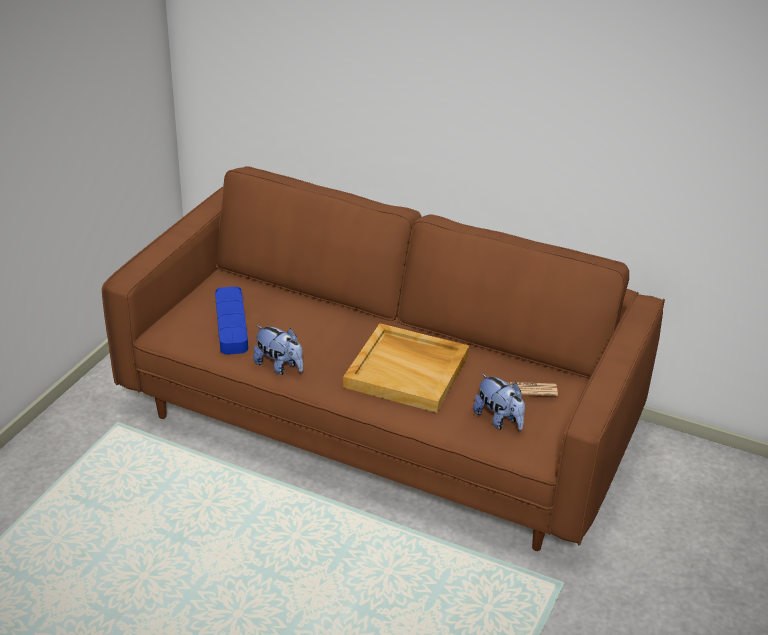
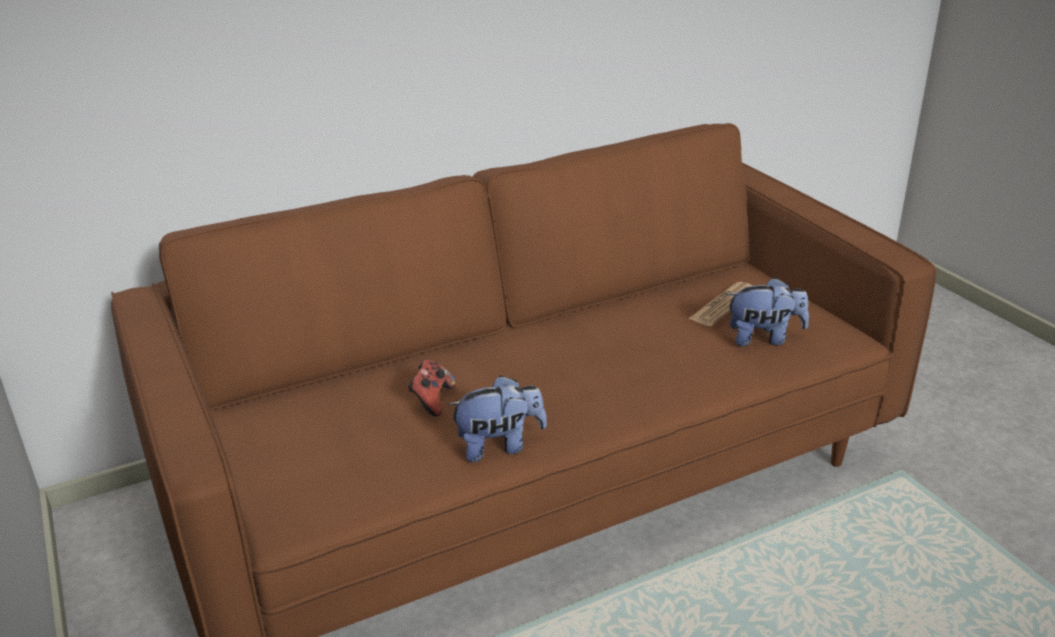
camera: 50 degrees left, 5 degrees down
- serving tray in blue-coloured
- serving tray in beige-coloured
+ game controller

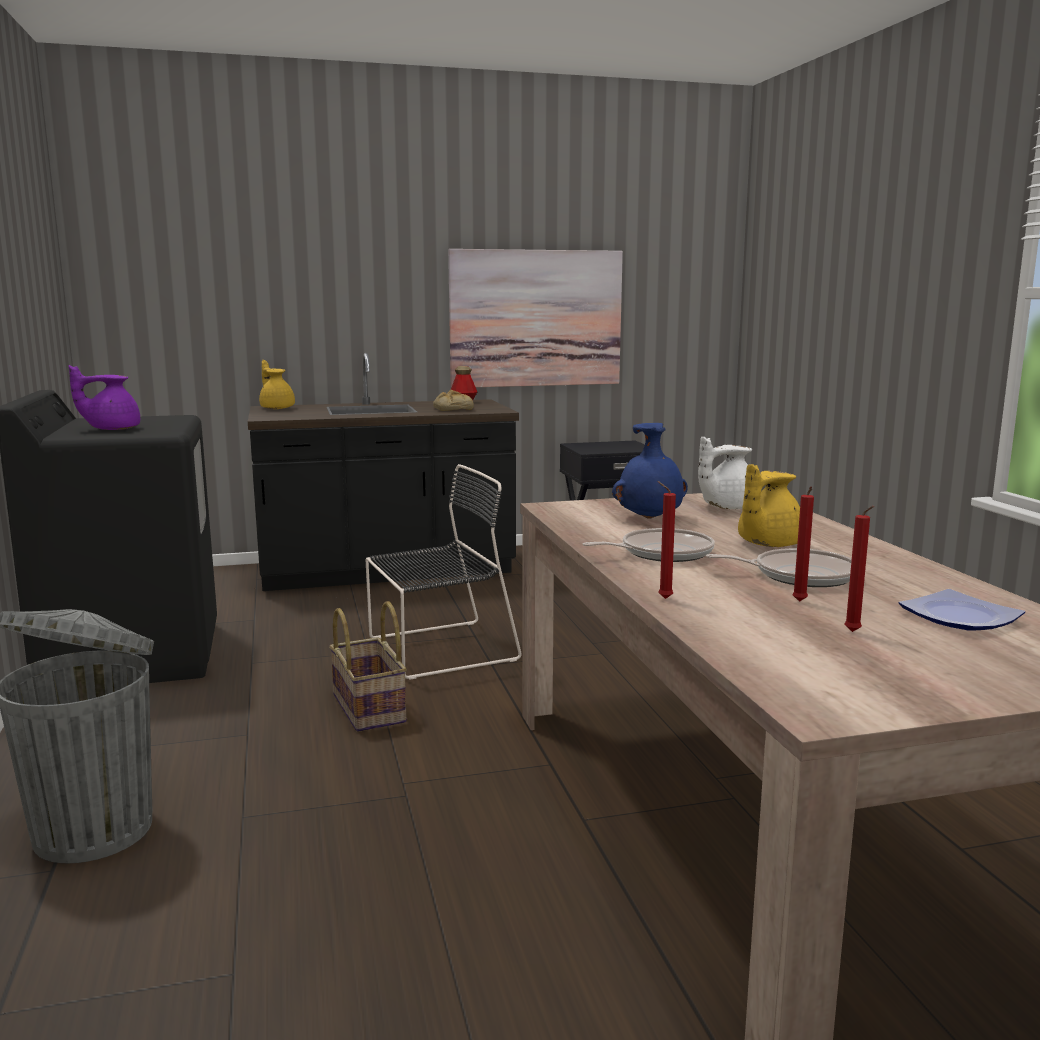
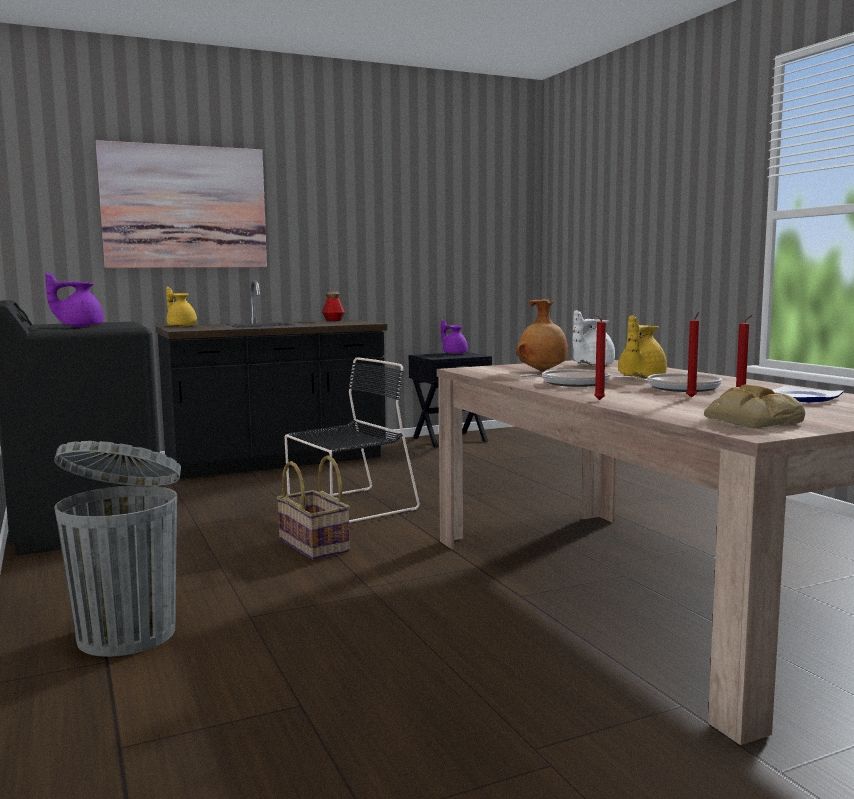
camera: 10 degrees left, 5 degrees down
~ picture
~ bakery bread
~ decorative vase in blue-coloured to decorative vase in brown
+ pot for tea in purple (2nd from left)

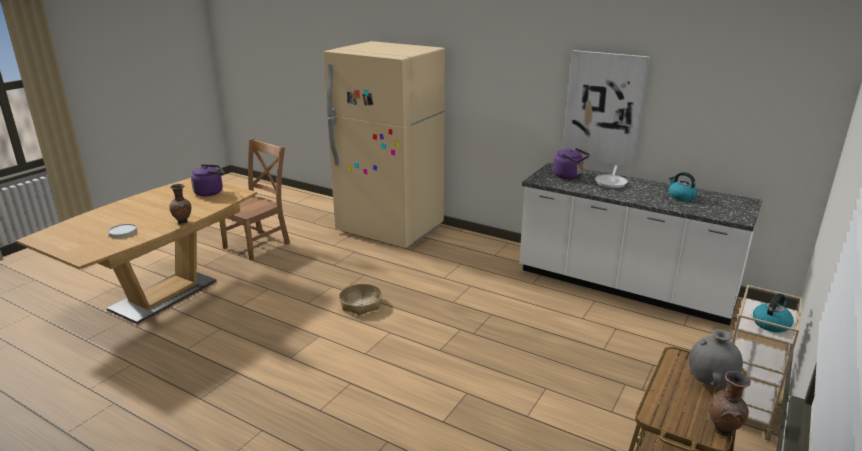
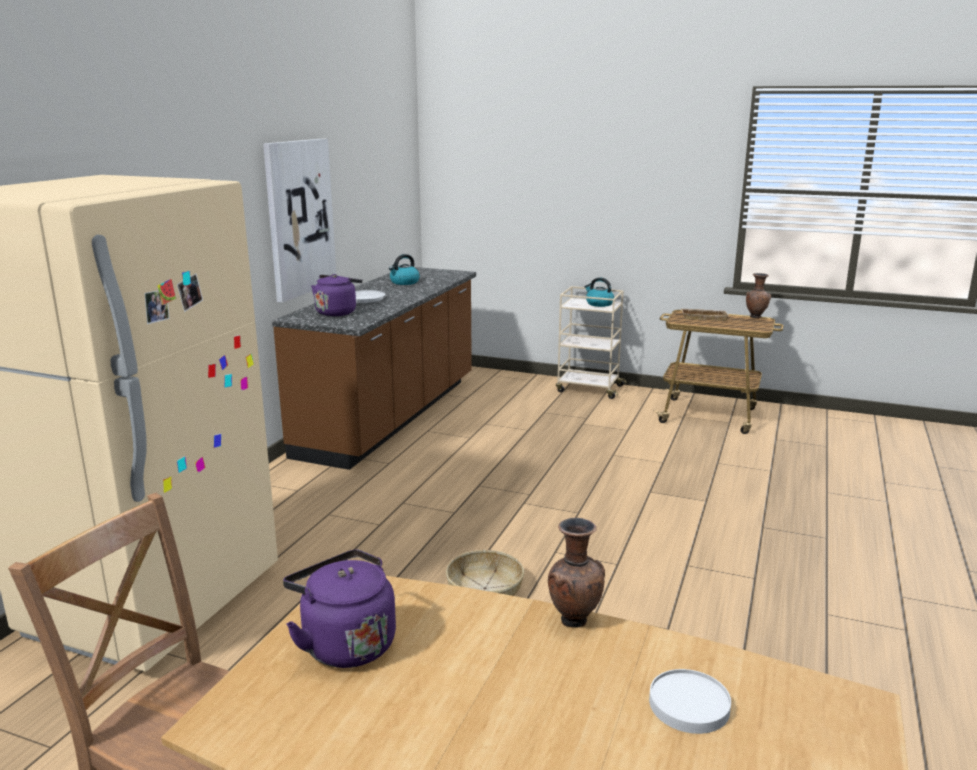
camera: 100 degrees left, 5 degrees down
~ kitchen counter in white-coloured to kitchen counter in brown
~ decorative vase in gray to serving tray in beige-coloured

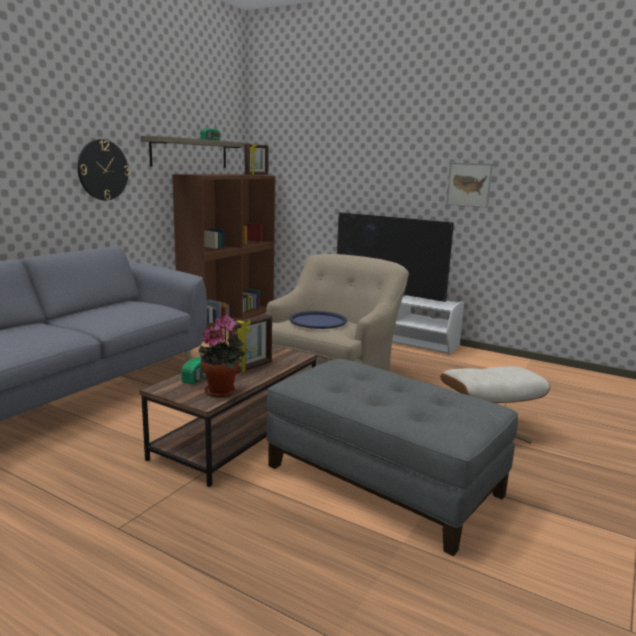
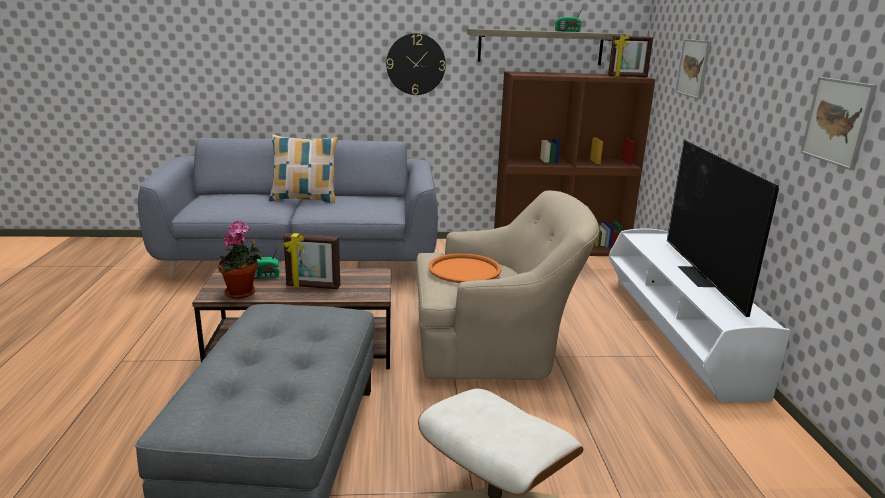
camera: 55 degrees right, 5 degrees up
~ serving tray in blue-coloured to serving tray in orange-coloured
+ picture (1st from left)
+ cushion

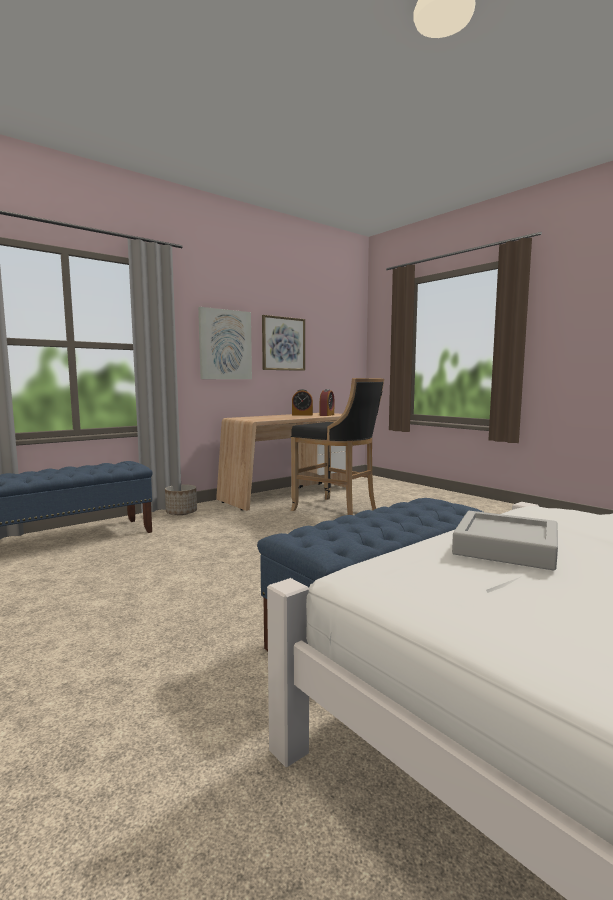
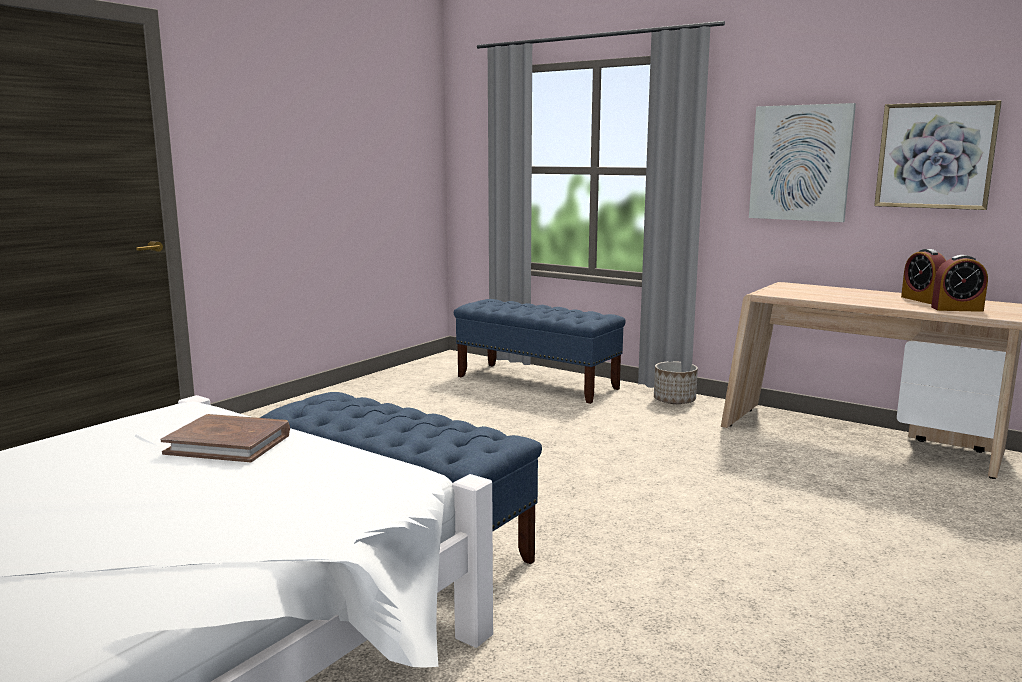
camera: 75 degrees right, 5 degrees up
- stool seat in black-coloured
~ serving tray in gray to volume in brown

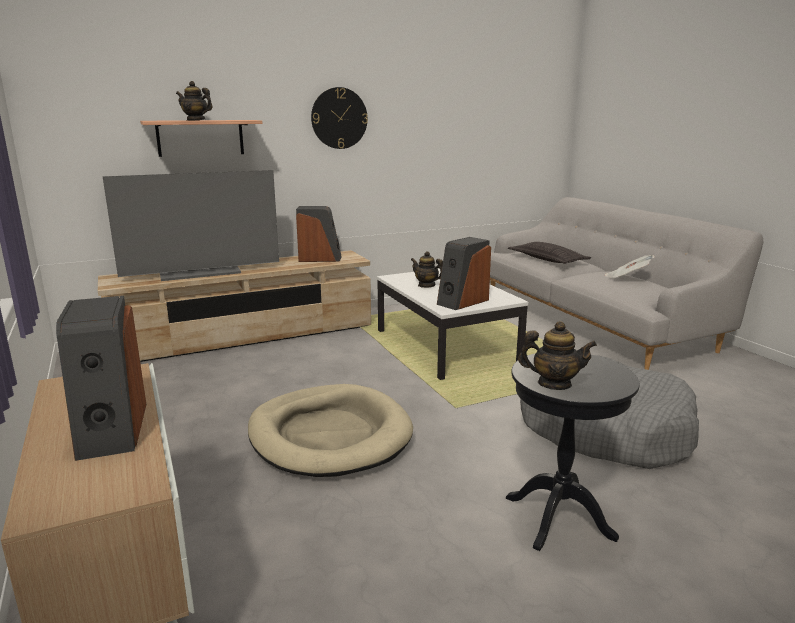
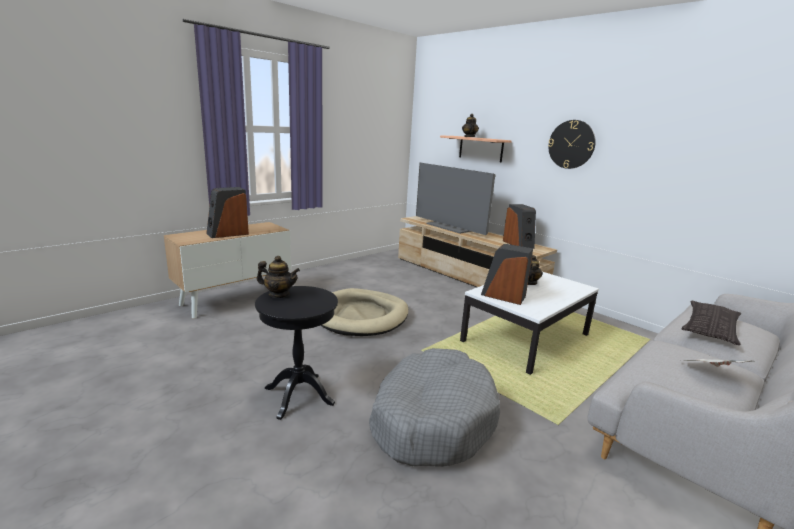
camera: 70 degrees right, 0 degrees up
~ pot for tea (3rd from left in the first image) 75 degrees counterclockwise

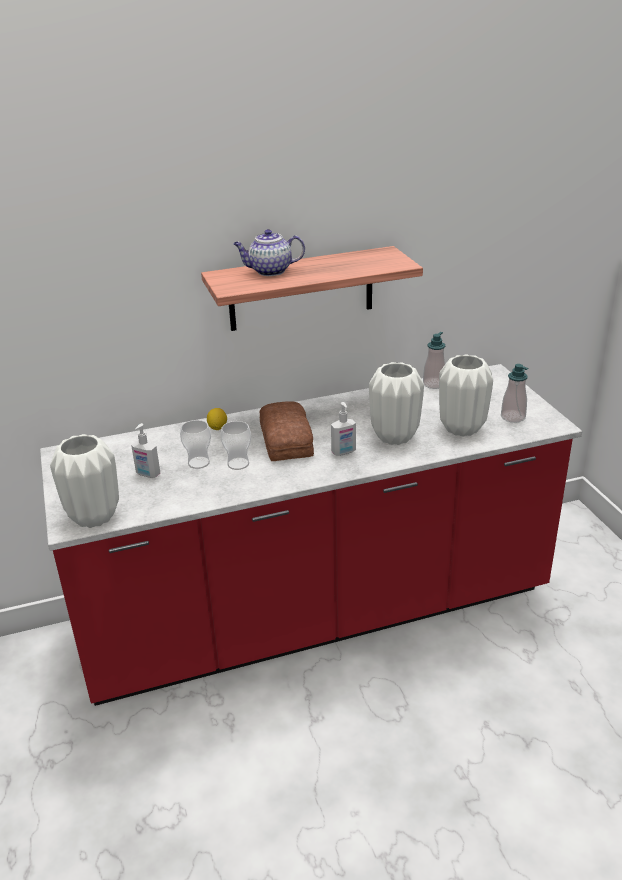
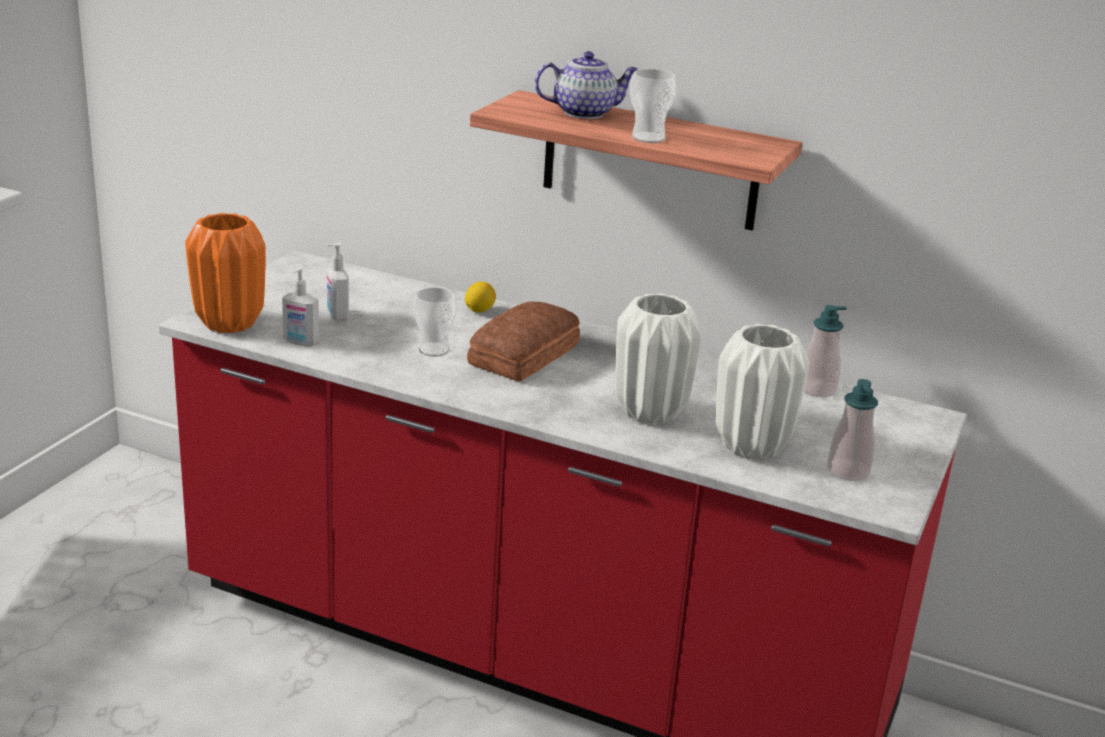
camera: 40 degrees right, 5 degrees down
~ pot for tea 135 degrees clockwise
~ soap bottle (2nd from left in the first image) to soap bottle (1st from left)
~ drinking cup (1st from left in the first image) to drinking cup (2nd from left)
~ decorative vase in white-coloured (1st from left) to decorative vase in orange-coloured

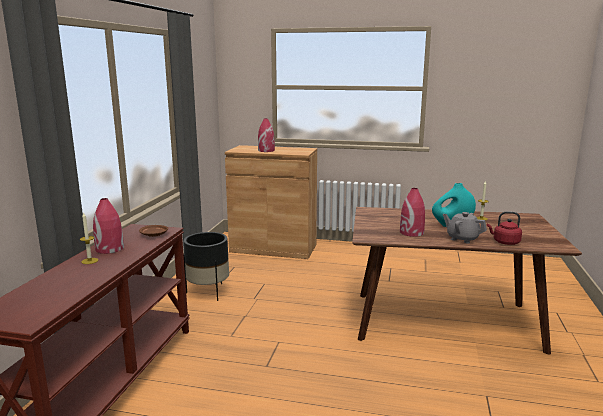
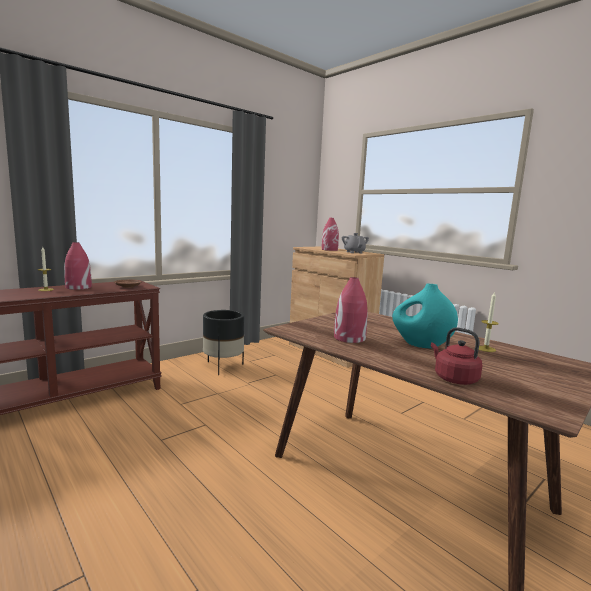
camera: 35 degrees right, 5 degrees down
~ pot for tea in gray

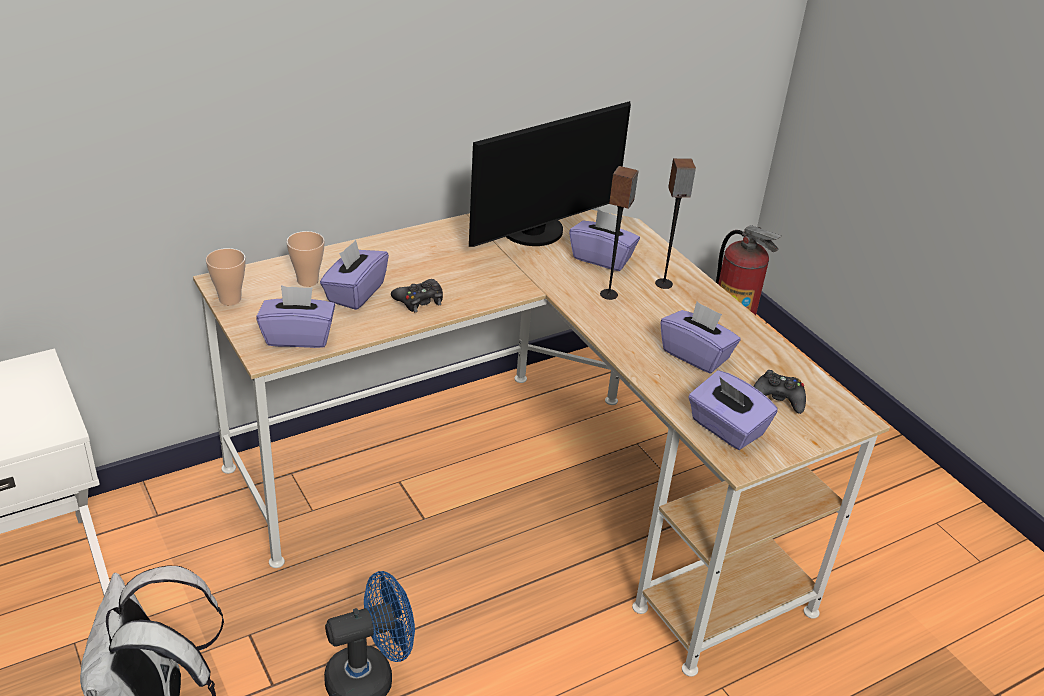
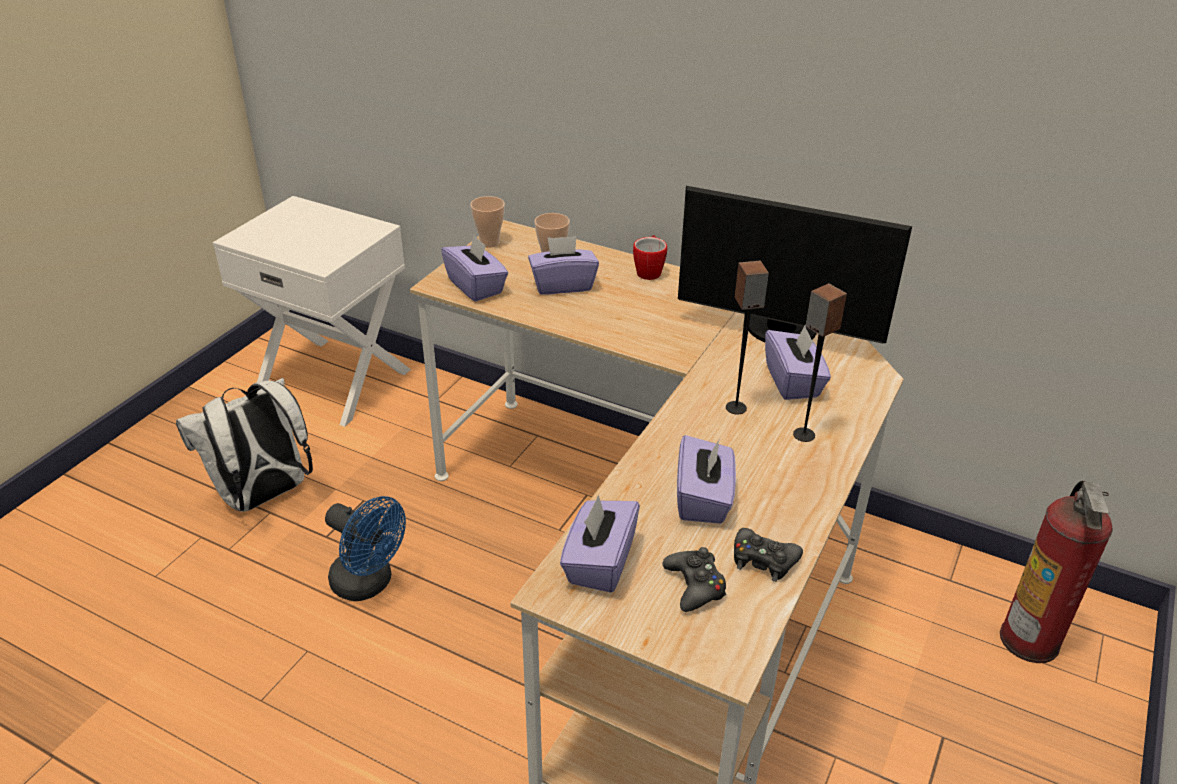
camera: 60 degrees right, 0 degrees up
~ game controller in black-coloured (1st from left in the first image) to game controller in black-coloured (2nd from left)
+ coffee mug

